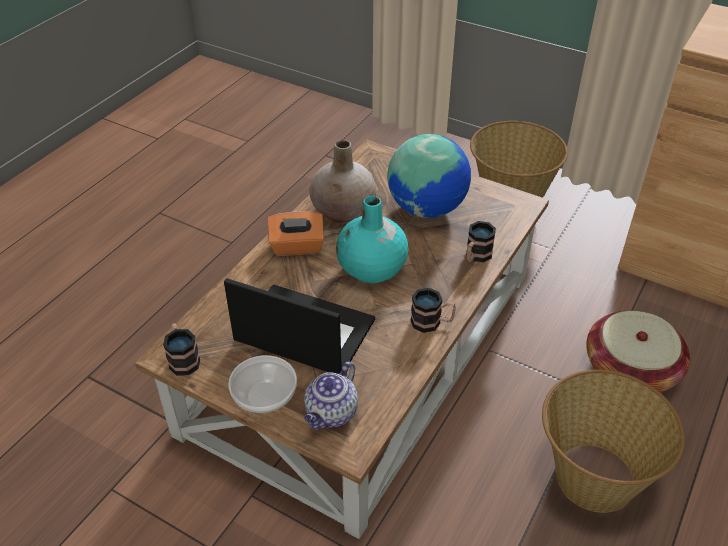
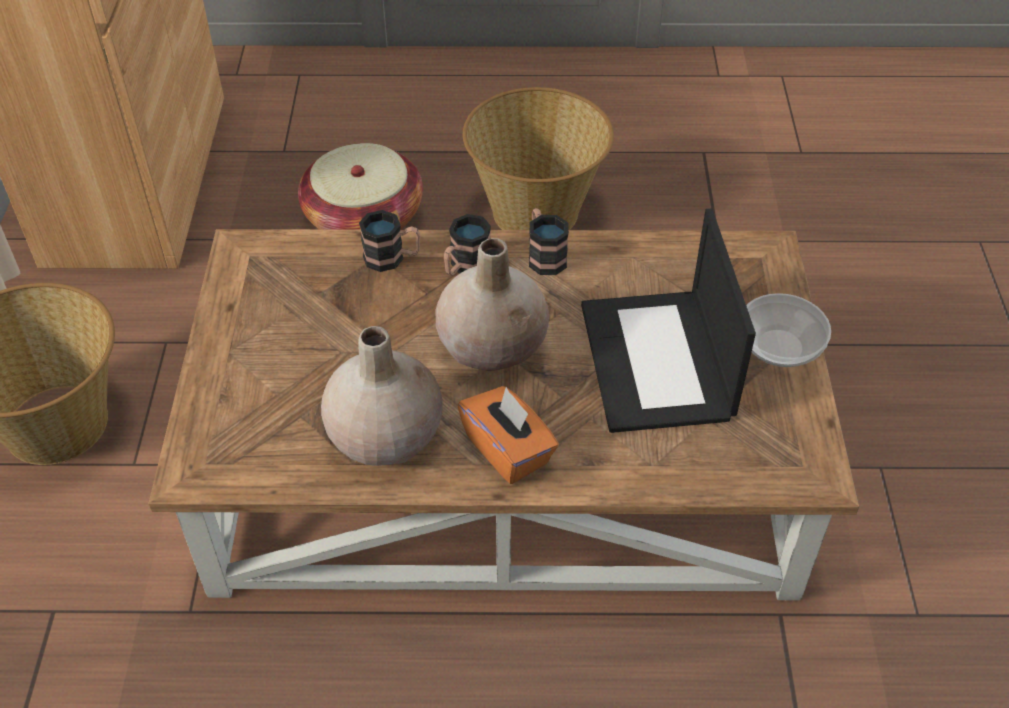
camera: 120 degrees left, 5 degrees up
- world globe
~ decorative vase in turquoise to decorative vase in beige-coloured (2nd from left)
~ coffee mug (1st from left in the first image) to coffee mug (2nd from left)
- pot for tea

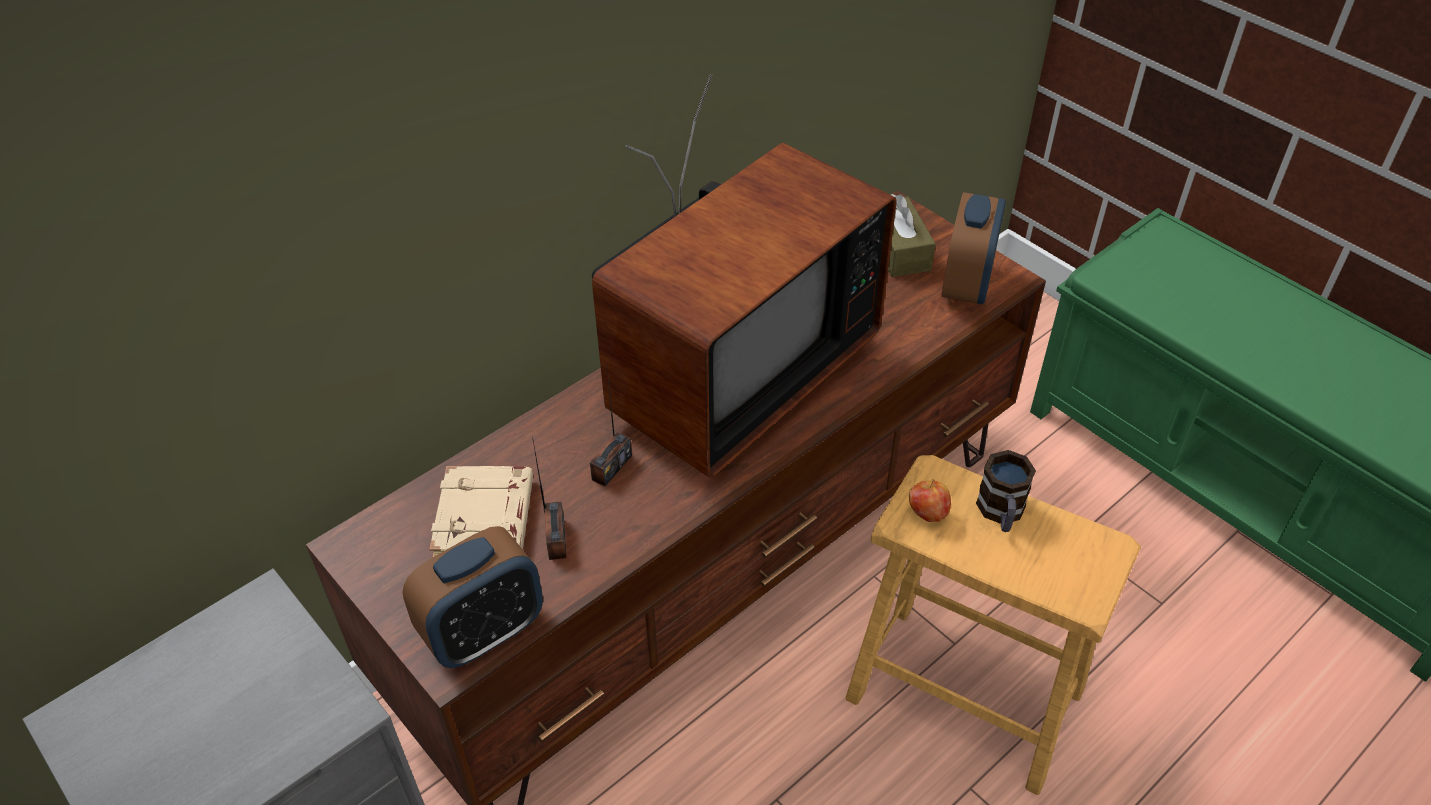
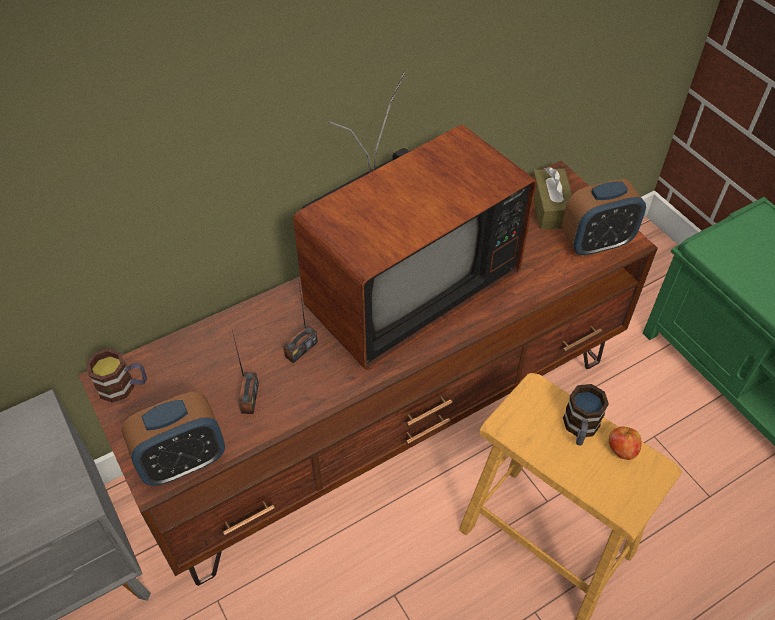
camera: 10 degrees right, 5 degrees up
~ bedside clock (2nd from left) 45 degrees clockwise
- volume in beige-coloured
~ apple fruit
+ coffee mug (1st from left)

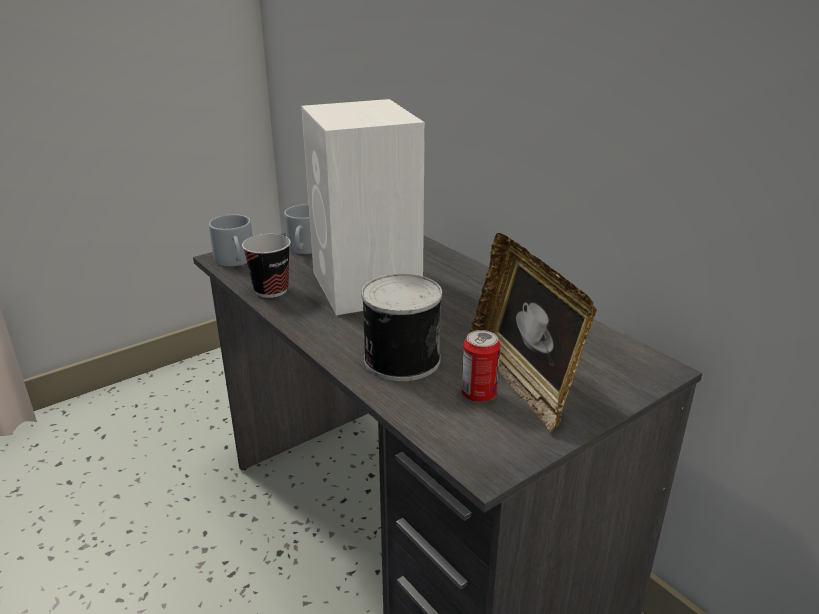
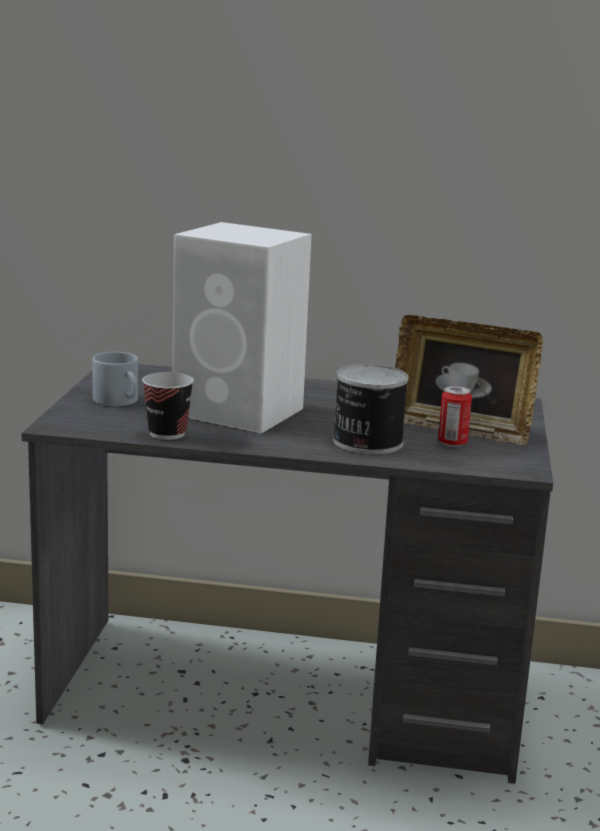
camera: 45 degrees left, 10 degrees down
- coffee mug in gray (1st from left)

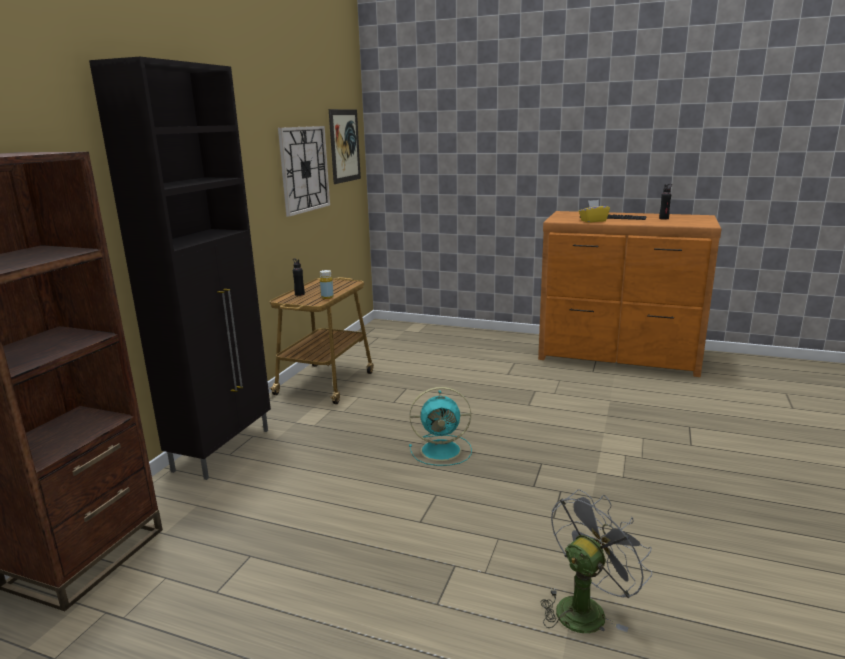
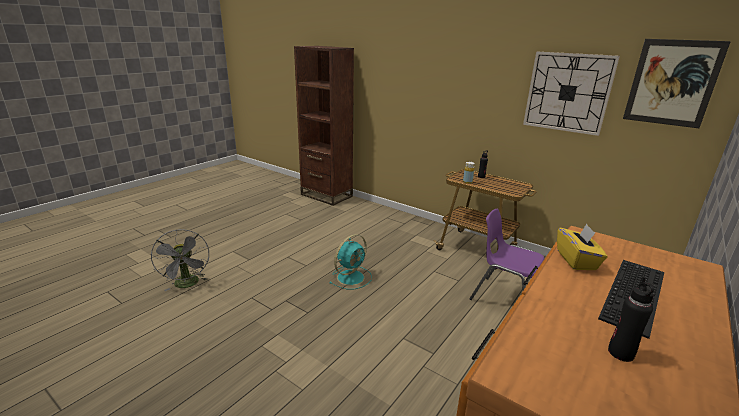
camera: 105 degrees right, 5 degrees up
- storage cabinet in black-coloured
~ fan in turquoise 150 degrees counterclockwise
+ chair in purple

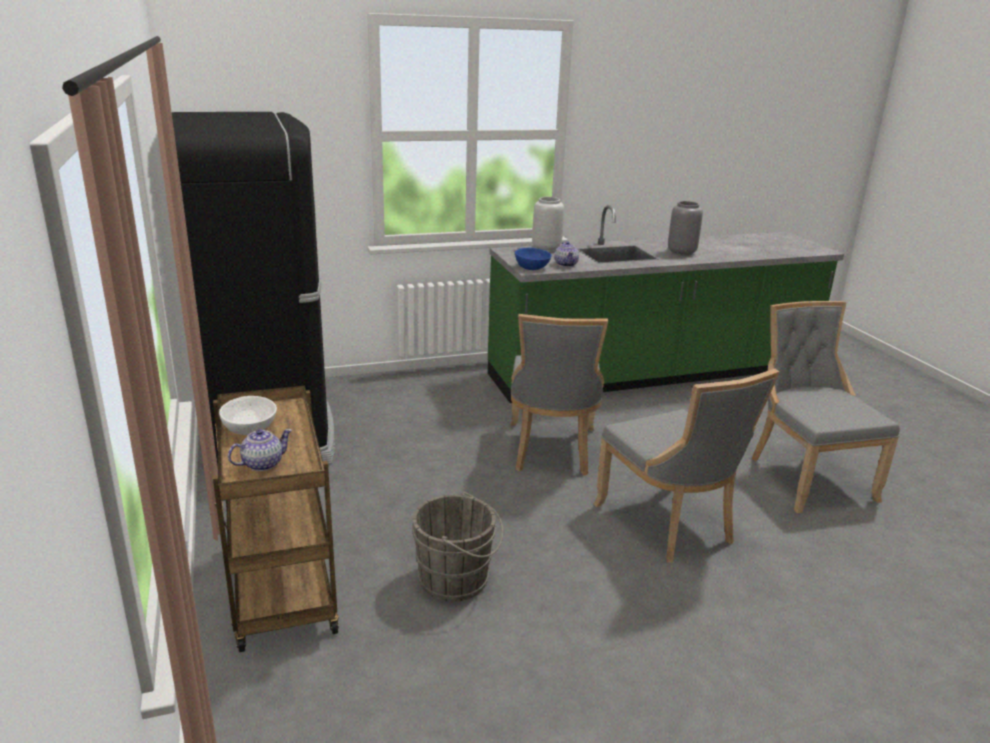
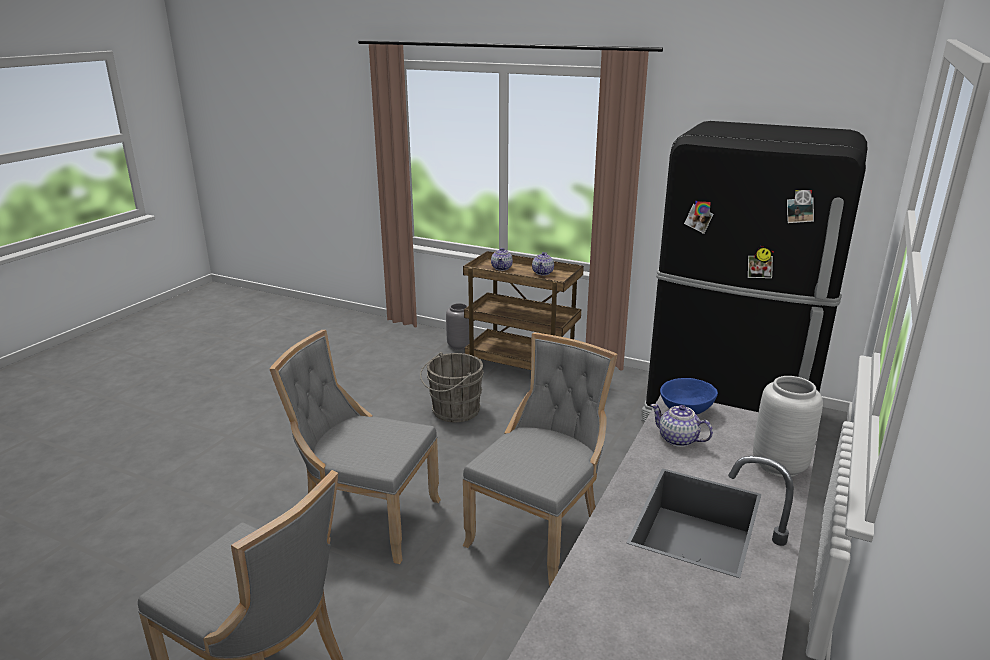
camera: 135 degrees right, 0 degrees up
~ decorative vase in gray (2nd from left in the first image) to decorative vase in gray (1st from left)
~ chair in gray (1st from left in the first image) 75 degrees clockwise
~ bowl in white-coloured to pot for tea (2nd from left)

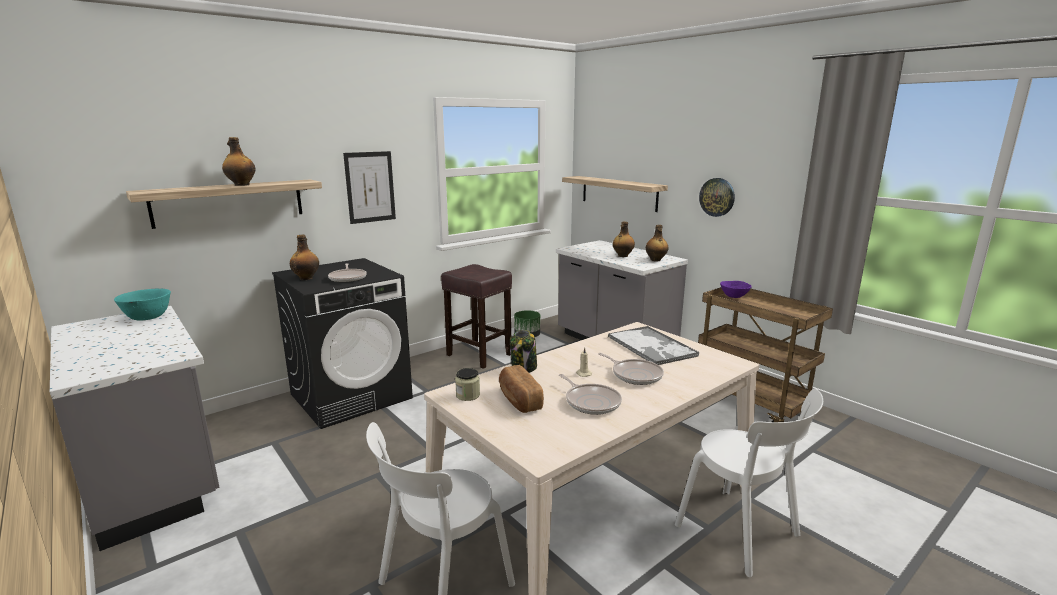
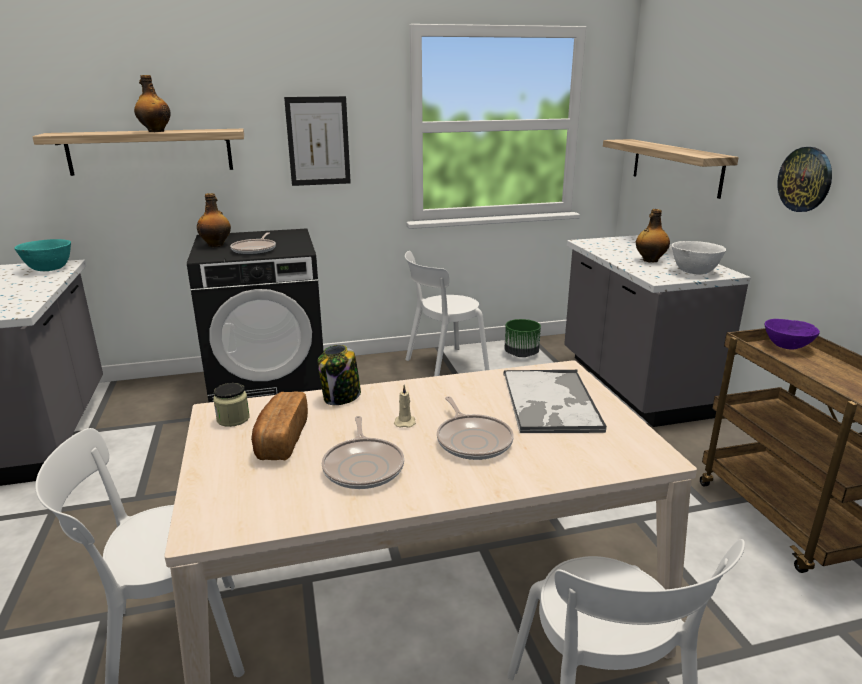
camera: 25 degrees right, 5 degrees up
~ drink bottle (4th from left) to bowl in white-coloured
~ stool seat in brown to chair in white-coloured (2nd from left)

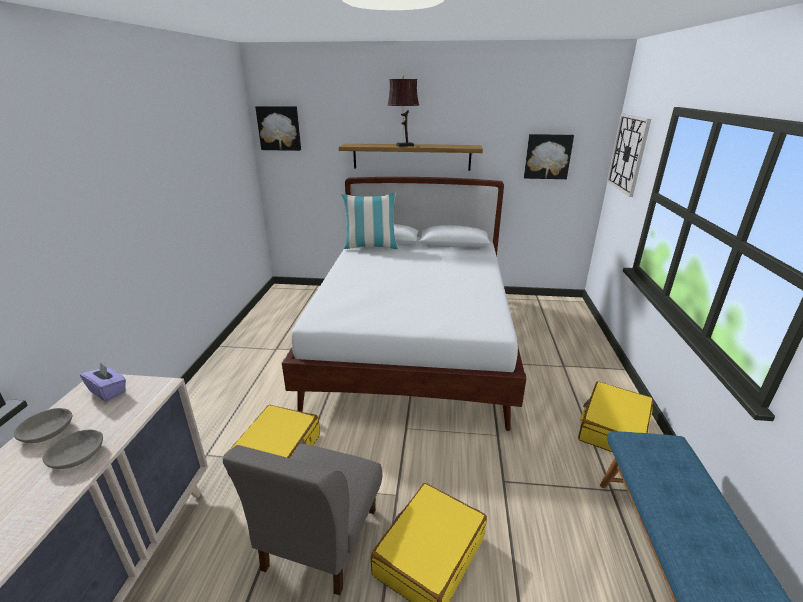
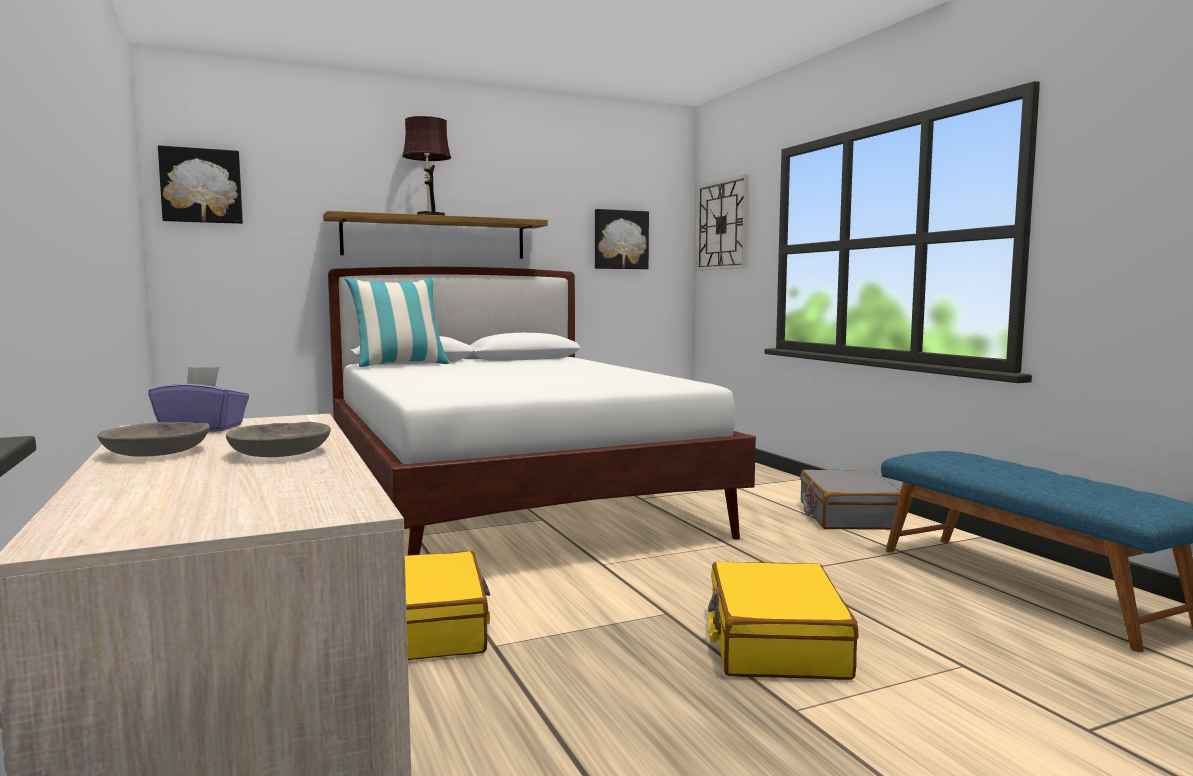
camera: 30 degrees left, 20 degrees down
~ travel case in yellow-coloured (3rd from left) to travel case in gray
- chair in gray

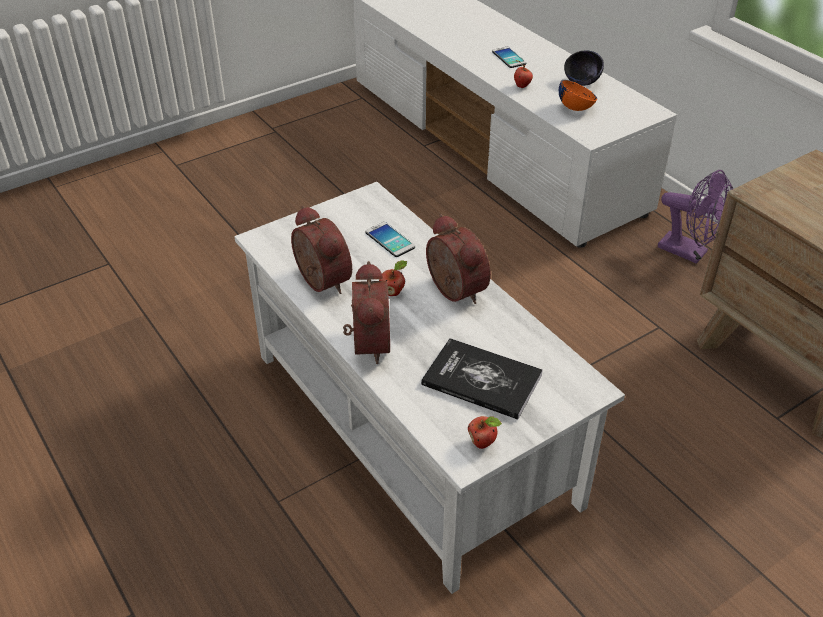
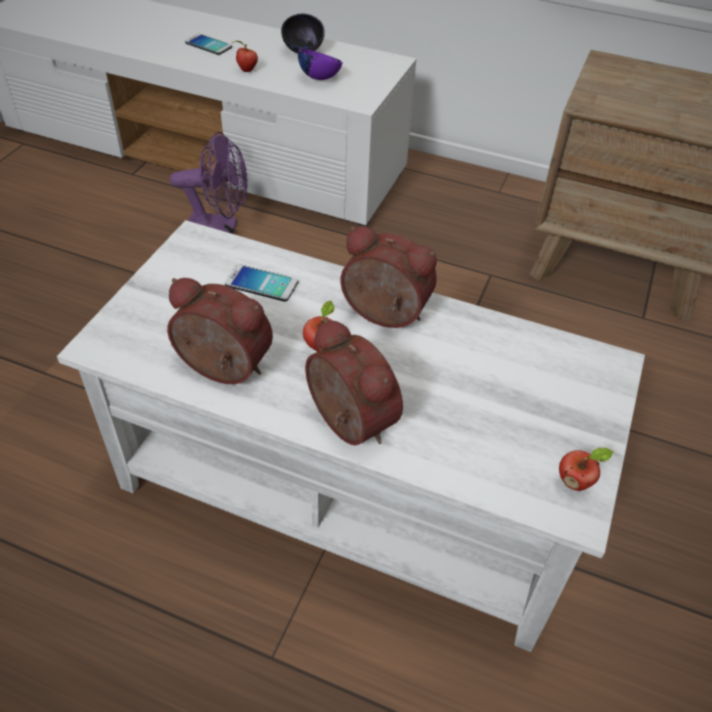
camera: 35 degrees left, 5 degrees up
~ bowl in orange-coloured to bowl in purple
~ fan in purple
- volume

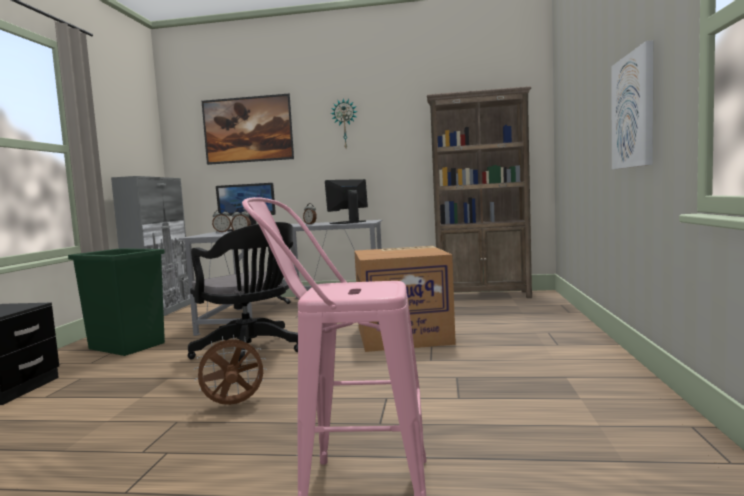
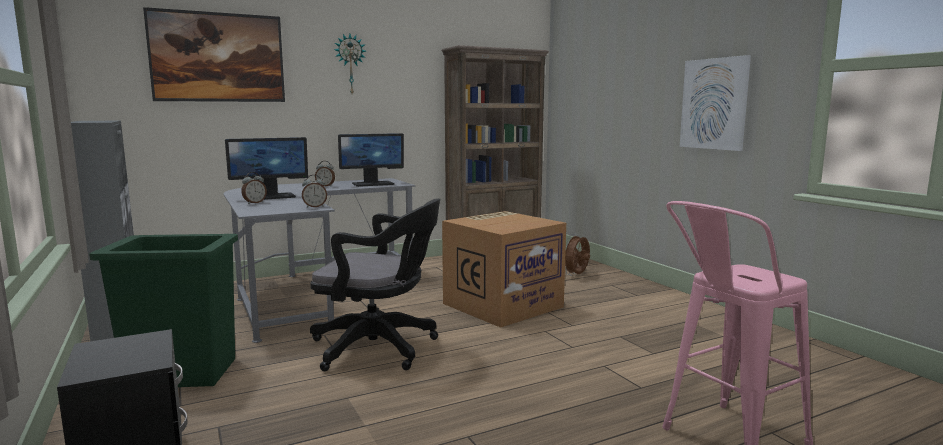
camera: 35 degrees left, 5 degrees up
~ computer display (2nd from left) 120 degrees counterclockwise
~ fan in brown

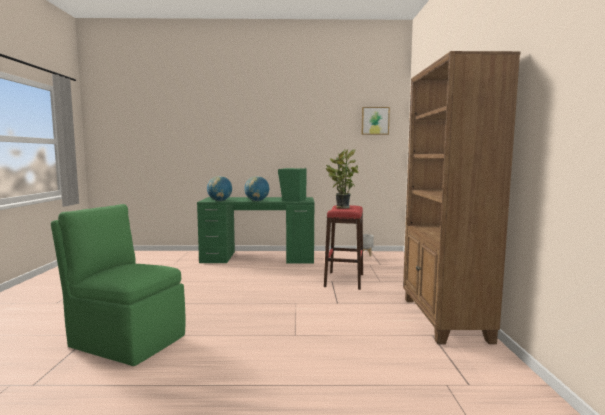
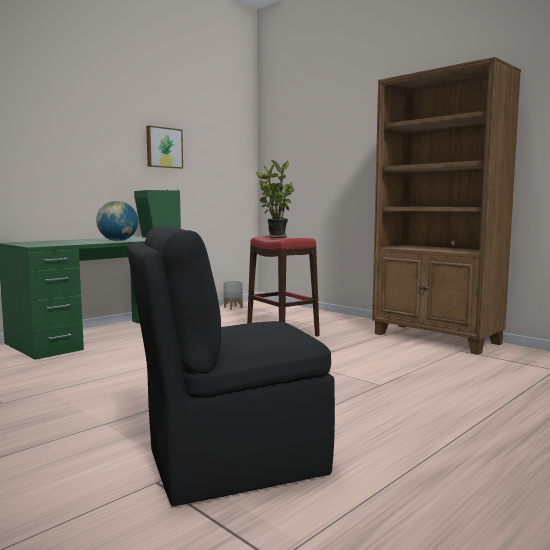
camera: 45 degrees left, 0 degrees up
~ picture
- world globe (1st from left)
~ chair in green to chair in black-coloured

